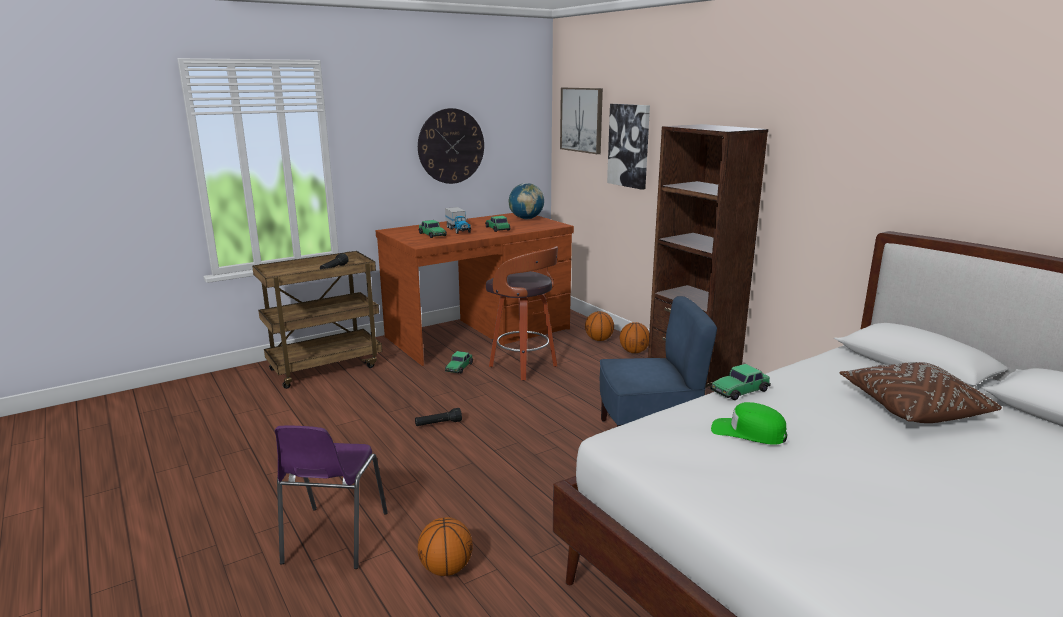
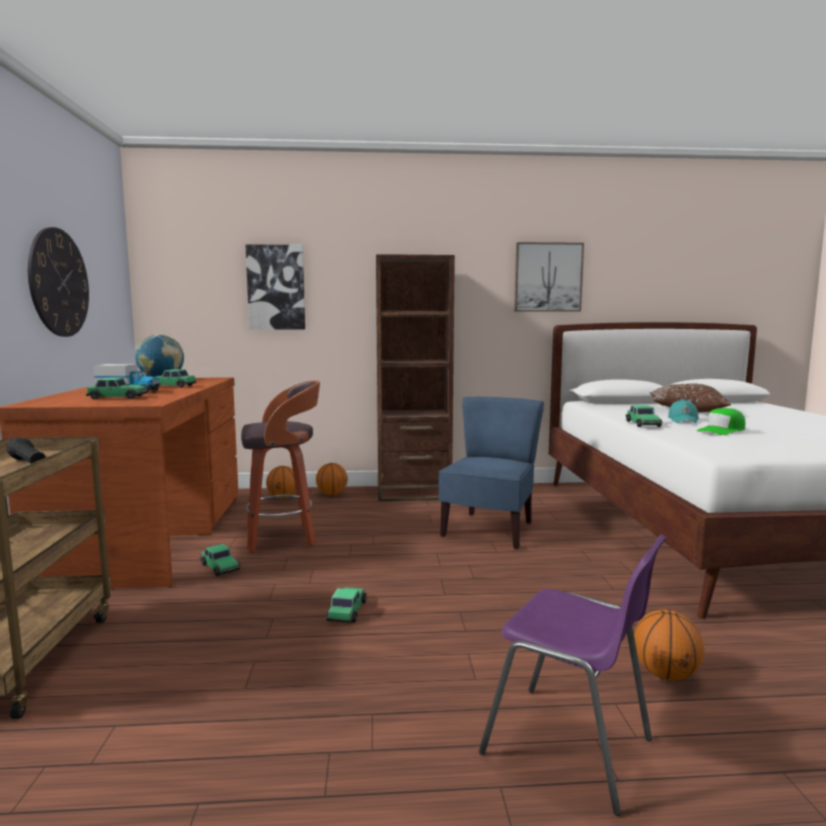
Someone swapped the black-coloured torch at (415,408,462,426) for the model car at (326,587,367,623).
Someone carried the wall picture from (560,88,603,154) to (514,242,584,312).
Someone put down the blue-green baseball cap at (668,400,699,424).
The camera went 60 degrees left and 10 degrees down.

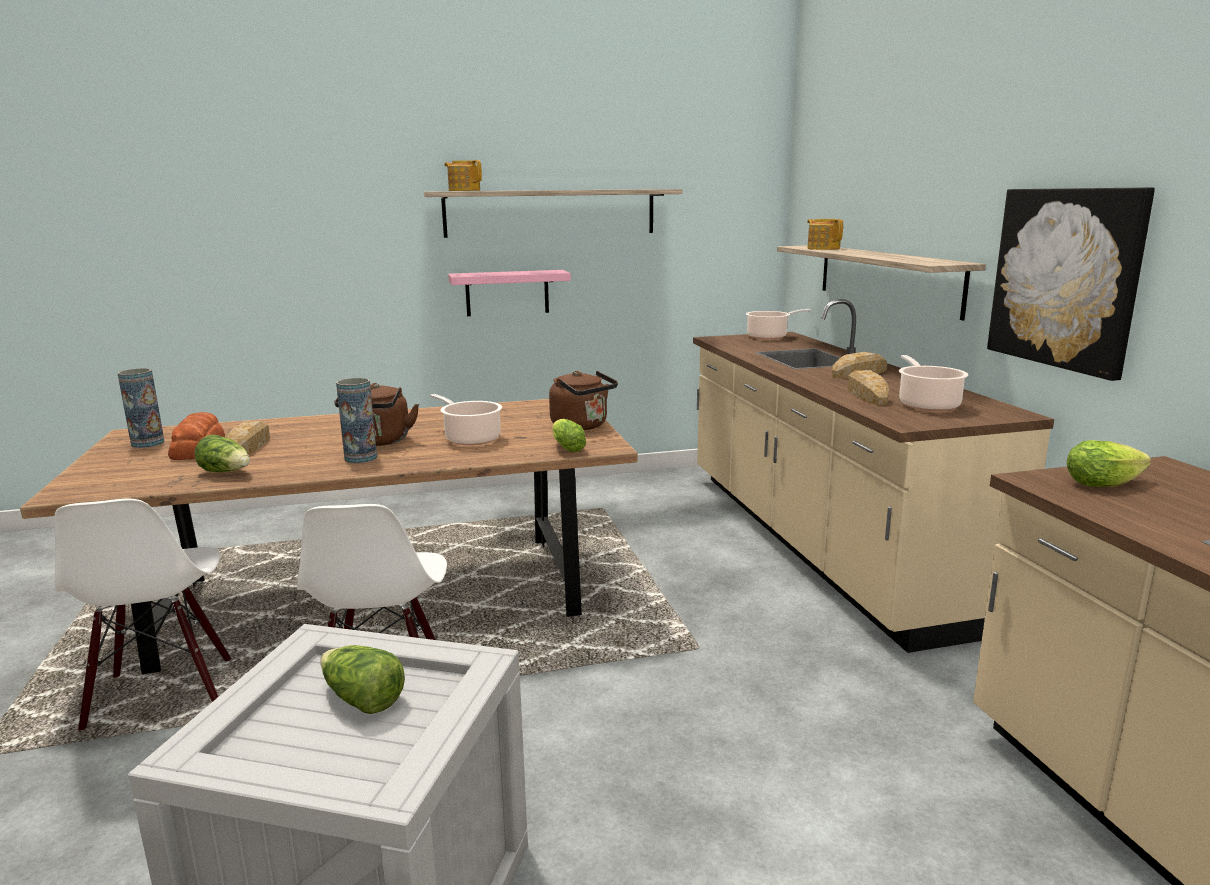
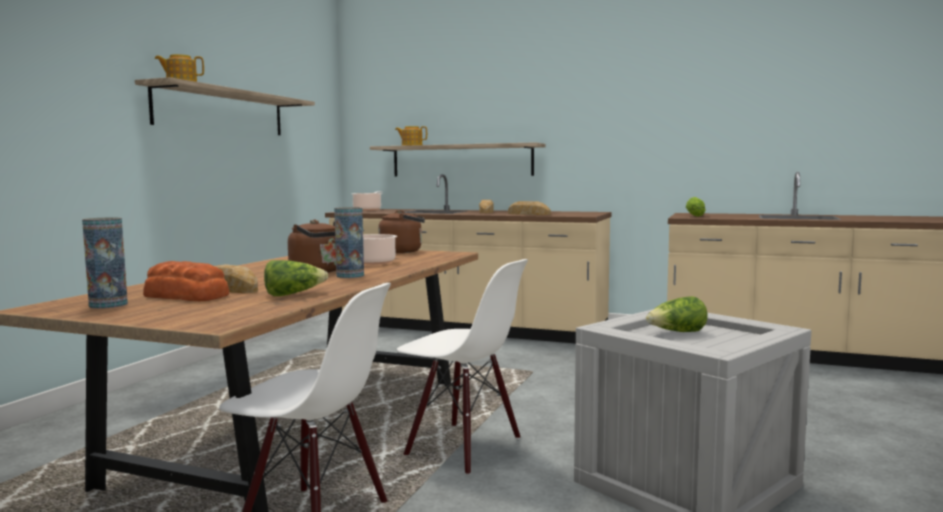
Someone took away the pink shelf at (448,270,571,316).
Someone took away the lettuce head at (552,419,586,452).
Someone took away the cooking pot at (899,355,968,411).
Someone took away the wall picture at (987,187,1155,381).
The camera went 55 degrees left and 10 degrees down.

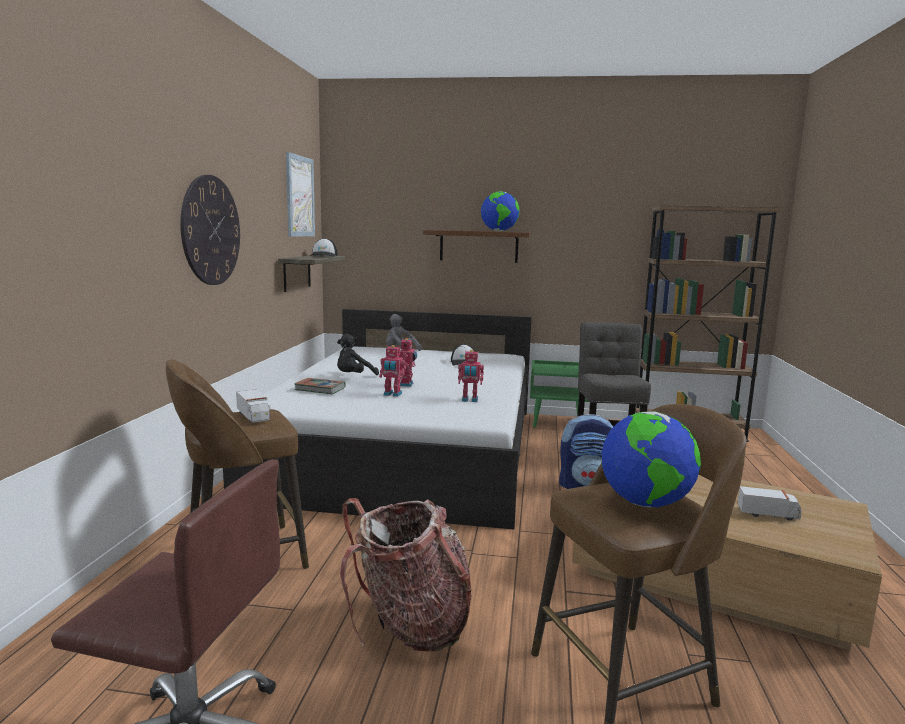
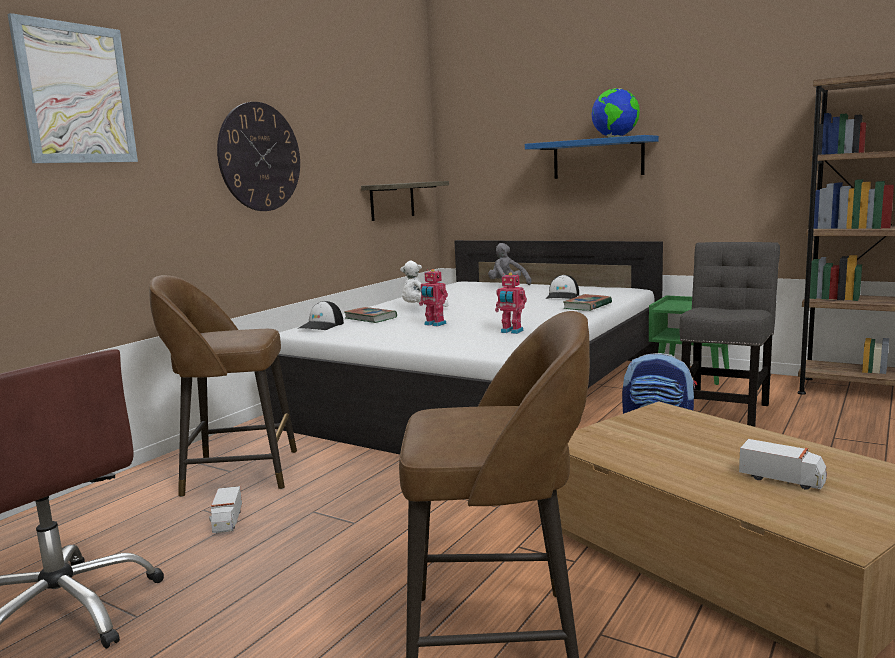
Someone carried the wall picture from (286,152,315,237) to (8,13,138,163).
Someone carried the toy lorry from (236,390,270,423) to (209,486,242,533).
Someone carried the baseball cap from (309,238,337,257) to (298,301,344,330).
Someone repainted the black-coloured plush toy at (337,333,379,375), which became the white-coloured plush toy at (400,261,449,307).
Someone repainted the brown-coloured shelf at (423,230,530,263), which became the blue shelf at (525,135,659,179).
Someone put down the book at (563,294,612,311).
Someone took away the rucksack at (340,498,472,651).
Someone took away the model robot at (398,338,417,387).
Someone took away the world globe at (602,411,701,507).
The camera went 25 degrees right and 0 degrees up.

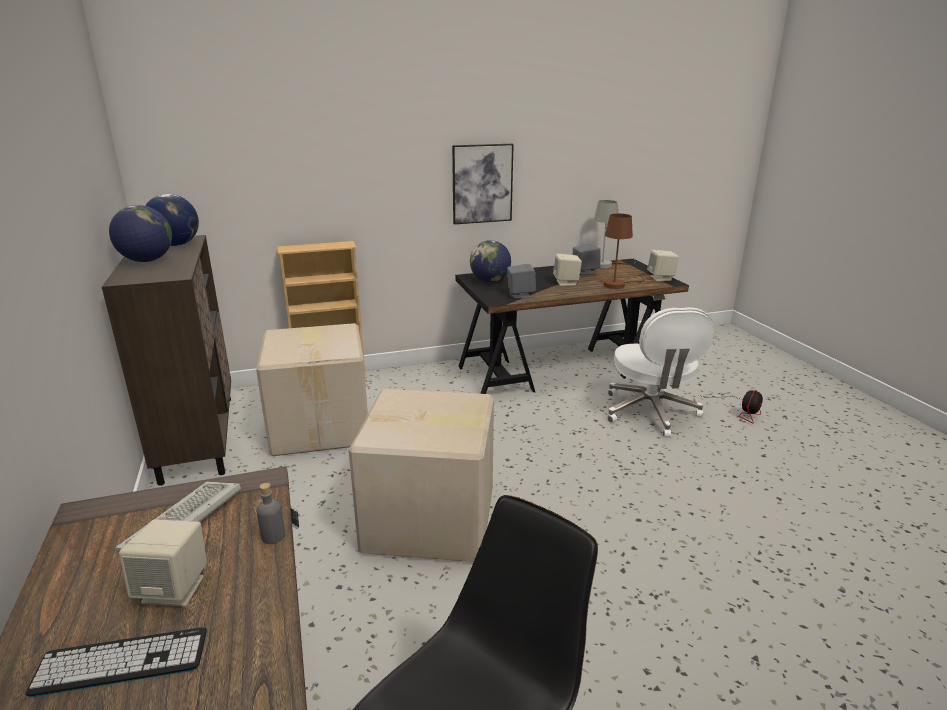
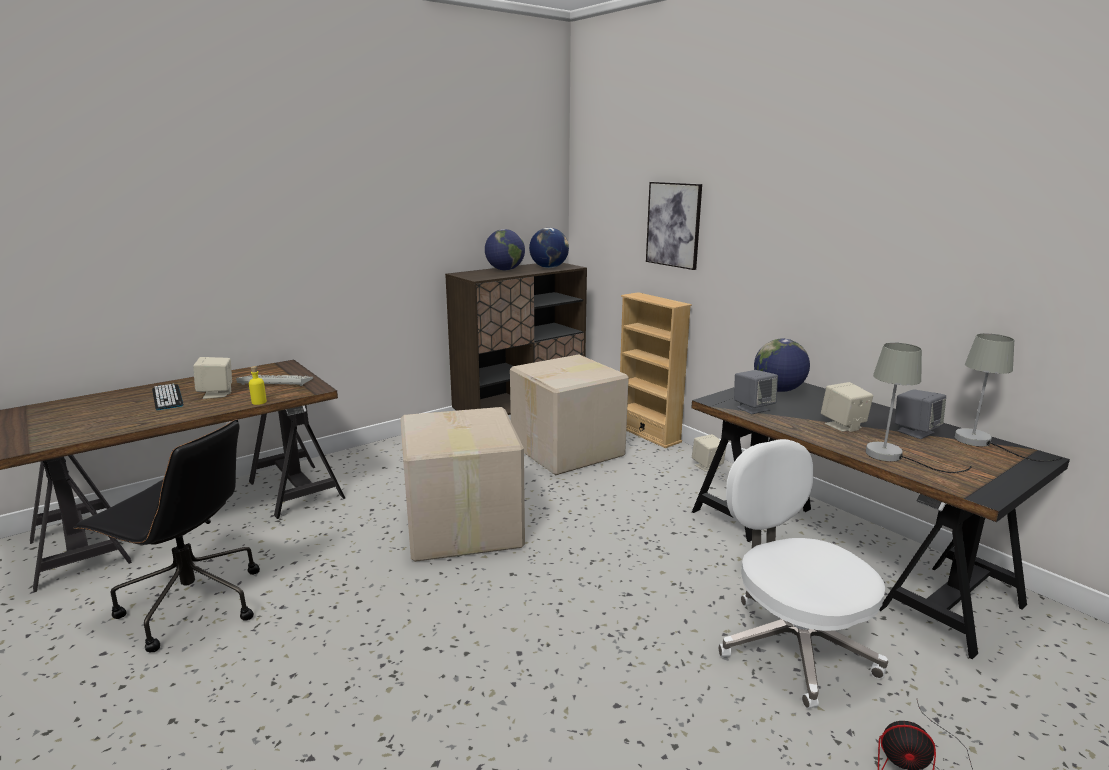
Someone repainted the greyish bottle at (256,483,285,544), which became the yellow-coloured bottle at (249,366,267,405).
Someone carried the wall picture from (452,144,514,224) to (646,182,702,270).
Someone carried the sand-coloured loudspeaker from (647,250,679,281) to (692,434,726,472).
Someone rotated the white-coloured computer chair at (607,307,714,438) by 90 degrees clockwise.
Someone repainted the brown-coloured lamp for a table at (604,214,644,289), which became the greyish lamp for a table at (866,343,972,473).
The camera went 70 degrees right and 5 degrees down.

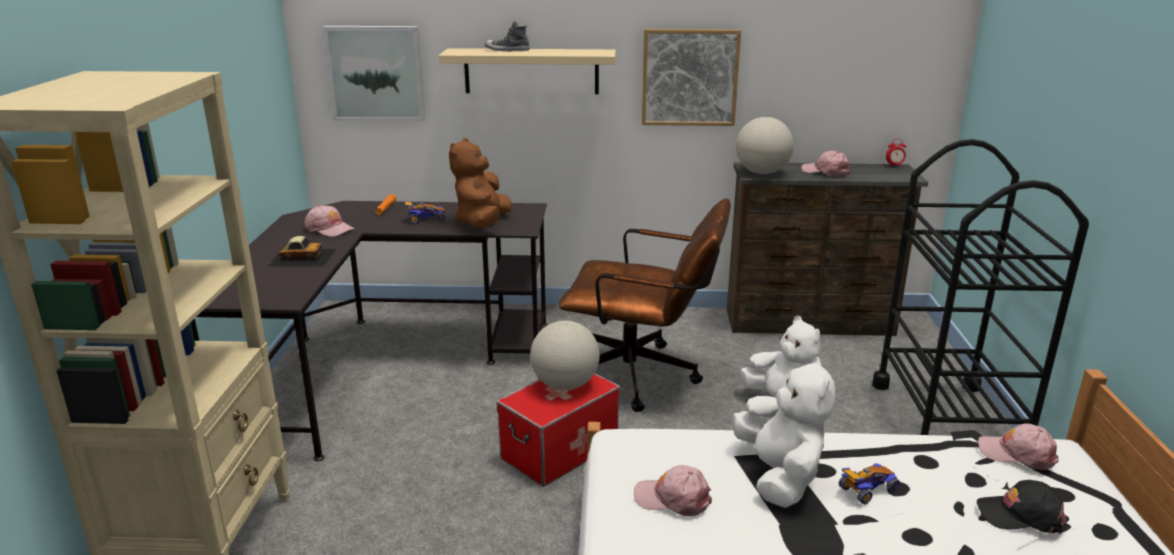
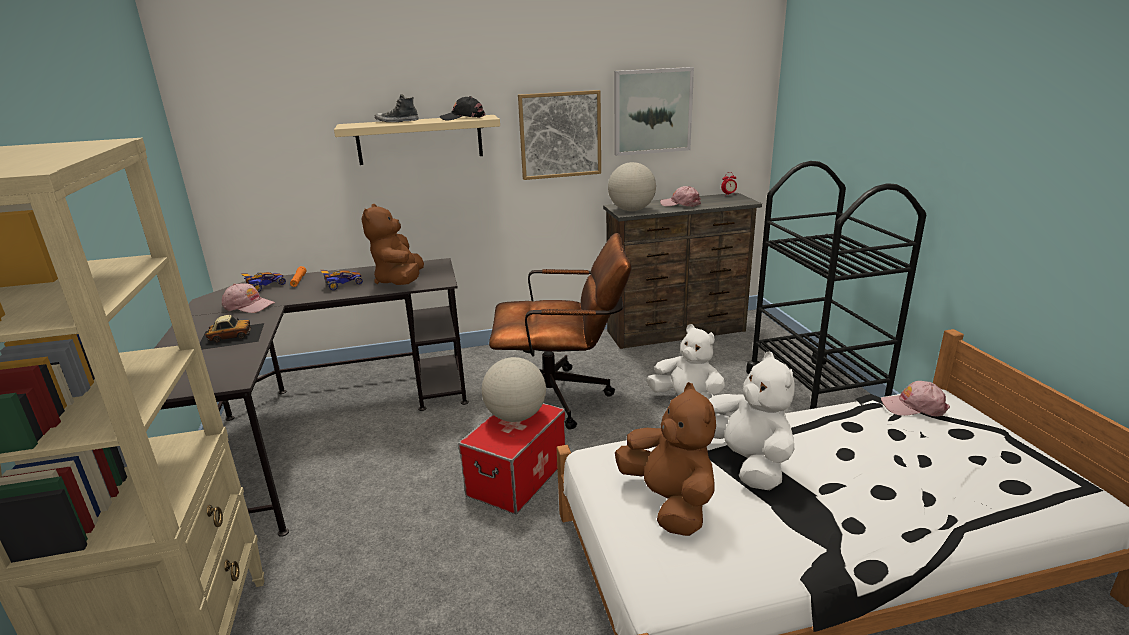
Someone carried the model car from (839,463,900,504) to (241,272,286,292).
Someone carried the black-coloured baseball cap from (976,480,1069,533) to (440,96,485,121).
Someone carried the wall picture from (322,26,425,122) to (614,67,694,156).
Someone swapped the pink baseball cap at (634,465,712,516) for the brown-coloured plush toy at (615,382,716,536).
The camera went 15 degrees left and 0 degrees up.

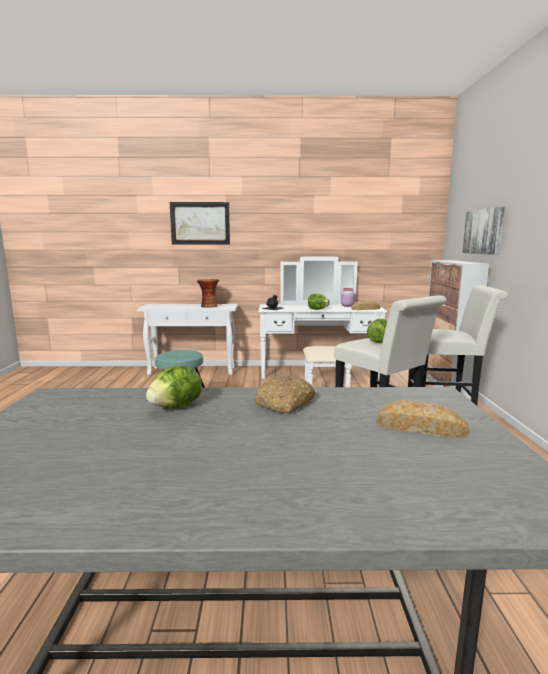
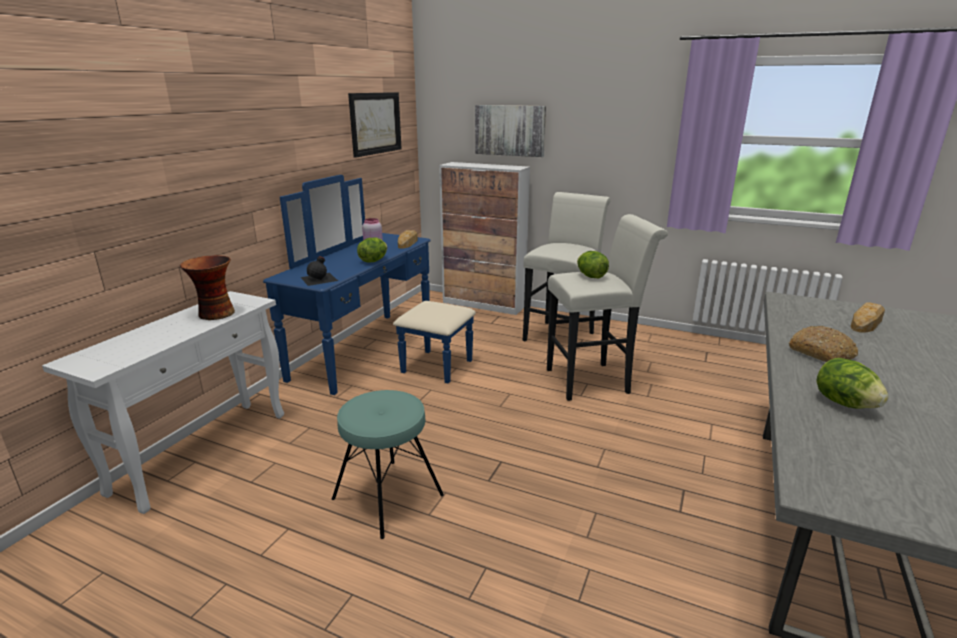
Someone repainted the white-coloured dresser at (258,257,387,387), which became the blue dresser at (263,175,476,395).
Someone carried the wall picture from (170,202,230,244) to (348,92,402,157).
The camera went 65 degrees left and 10 degrees up.

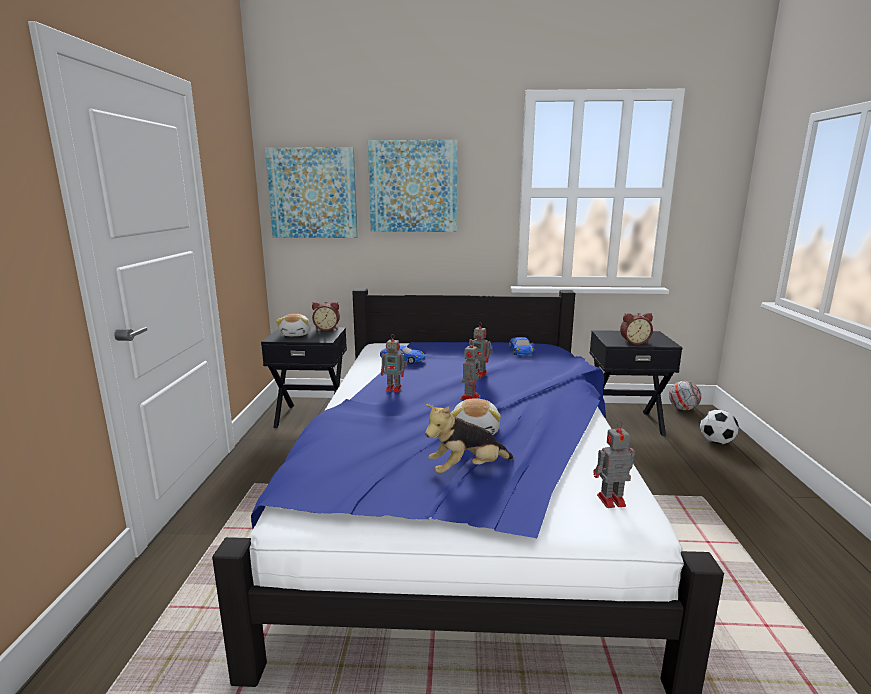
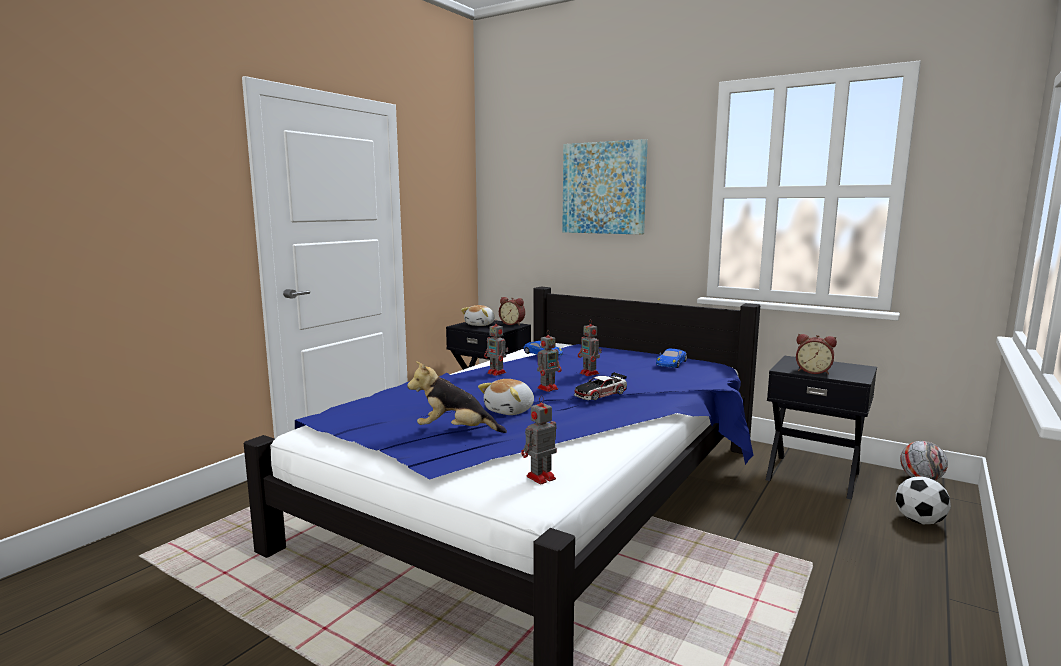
Someone rotated the model robot at (593,421,634,508) by 60 degrees counterclockwise.
Someone put down the model car at (574,372,627,400).
Someone took away the wall picture at (265,147,358,238).
The camera went 30 degrees right and 5 degrees down.

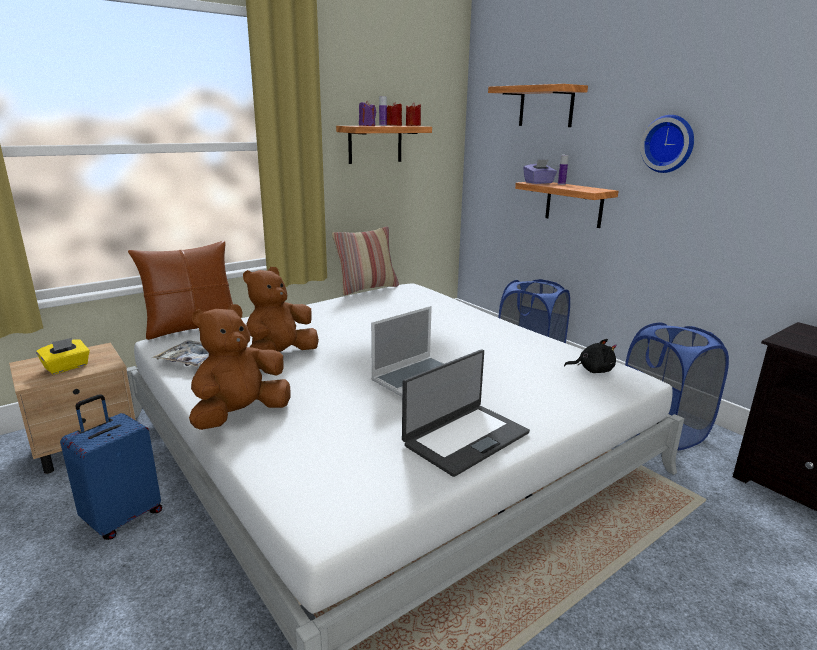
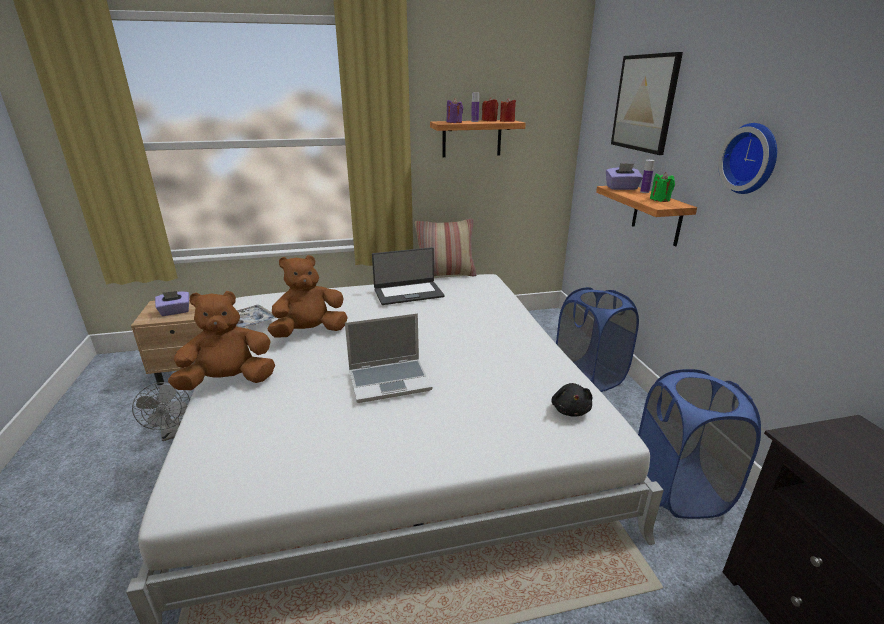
Someone swapped the blue piece of luggage at (60,394,162,540) for the greyish fan at (132,382,190,441).
Someone repainted the yellow-coloured box of tissues at (36,338,90,375), which became the purple box of tissues at (155,291,189,316).
Someone carried the notebook computer from (402,350,530,477) to (372,247,445,305).
Someone rotated the black-coloured plush toy at (564,339,617,373) by 60 degrees clockwise.
Someone swapped the shelf at (488,84,588,127) for the wall picture at (611,52,683,155).
Someone put down the green wax light at (650,172,675,202).
Someone took away the brown-coloured cushion at (128,240,233,340).
The camera went 25 degrees right and 5 degrees up.

